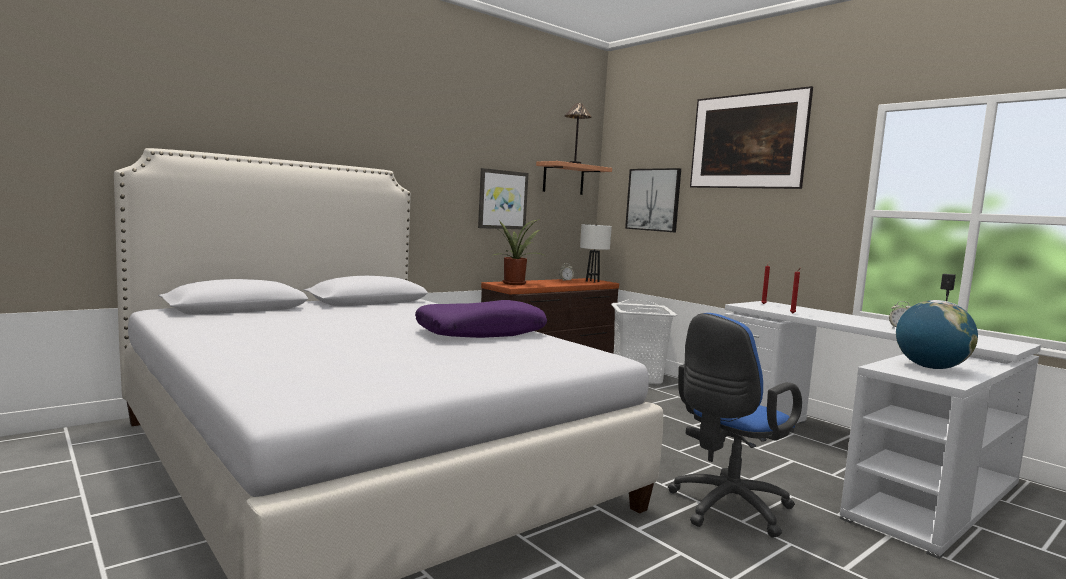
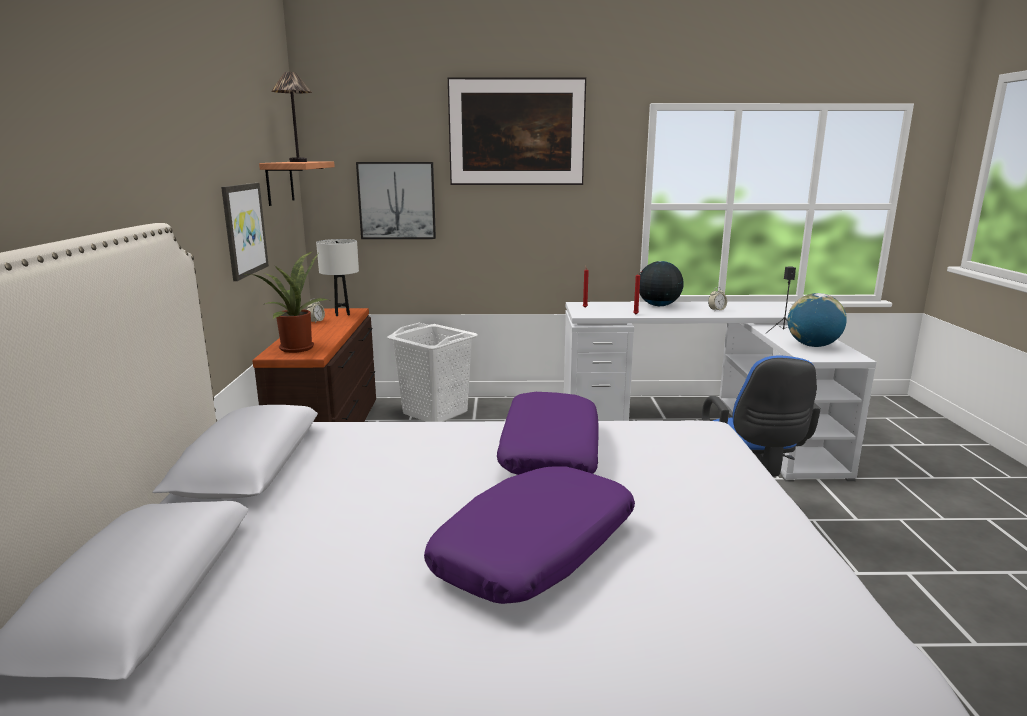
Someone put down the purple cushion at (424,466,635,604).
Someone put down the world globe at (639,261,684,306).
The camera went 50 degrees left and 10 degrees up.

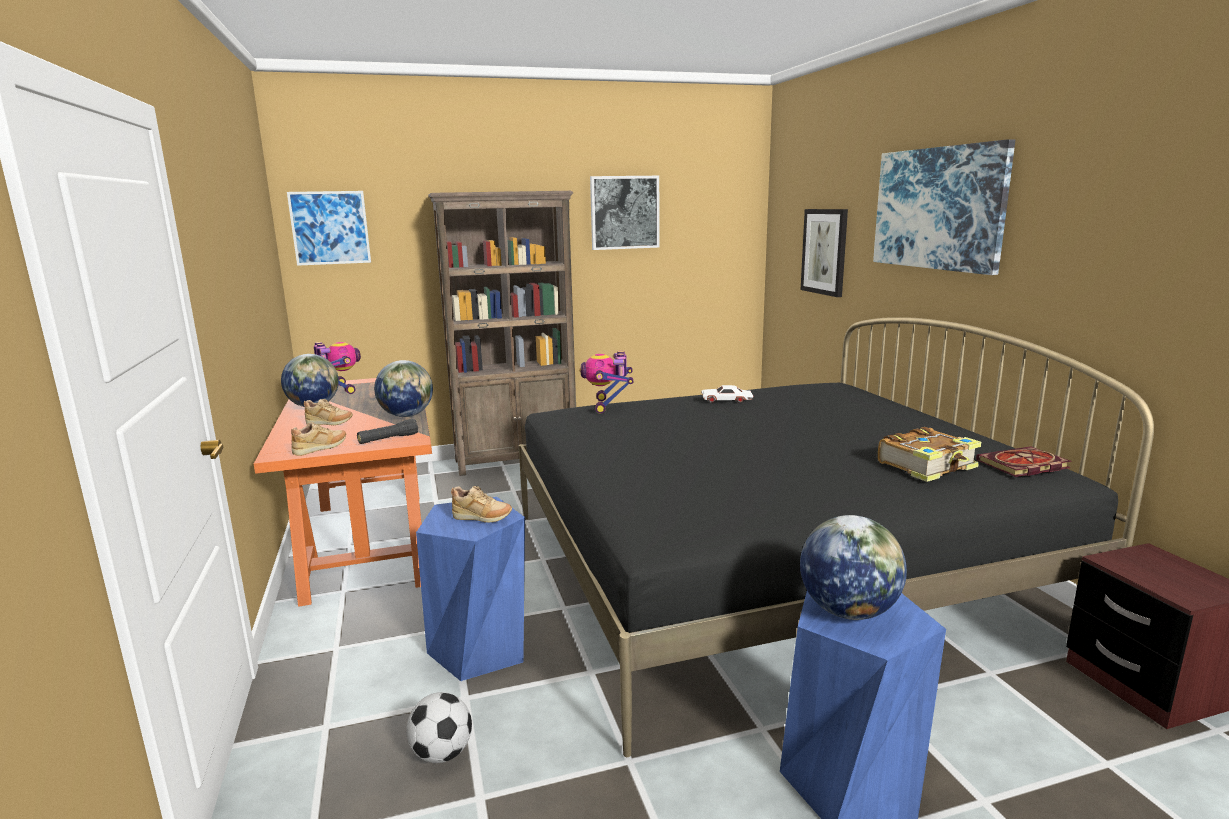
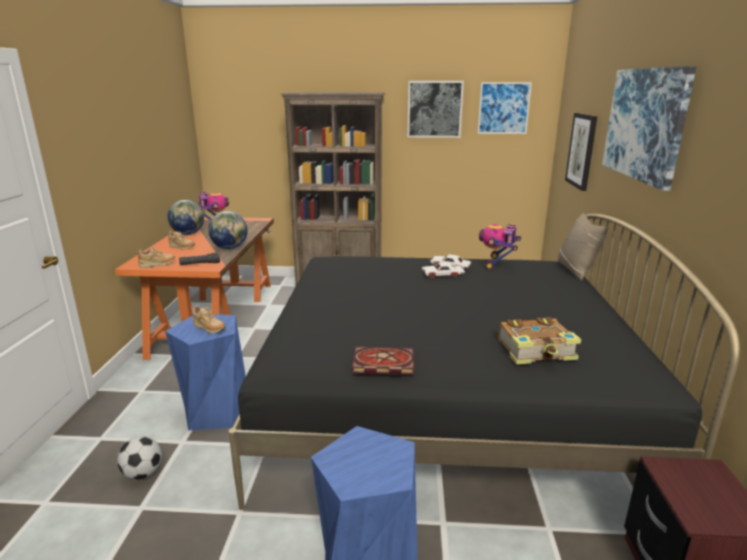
Someone carried the book from (976,446,1072,477) to (352,347,414,375).
Someone put down the white-coloured model car at (422,262,465,278).
Someone carried the wall picture from (287,191,371,266) to (477,82,532,134).
Someone carried the model robot from (579,351,633,414) to (479,224,521,269).
Someone put down the sand-coloured cushion at (558,213,609,281).
Someone took away the world globe at (800,515,907,620).
The camera went 20 degrees right and 5 degrees up.

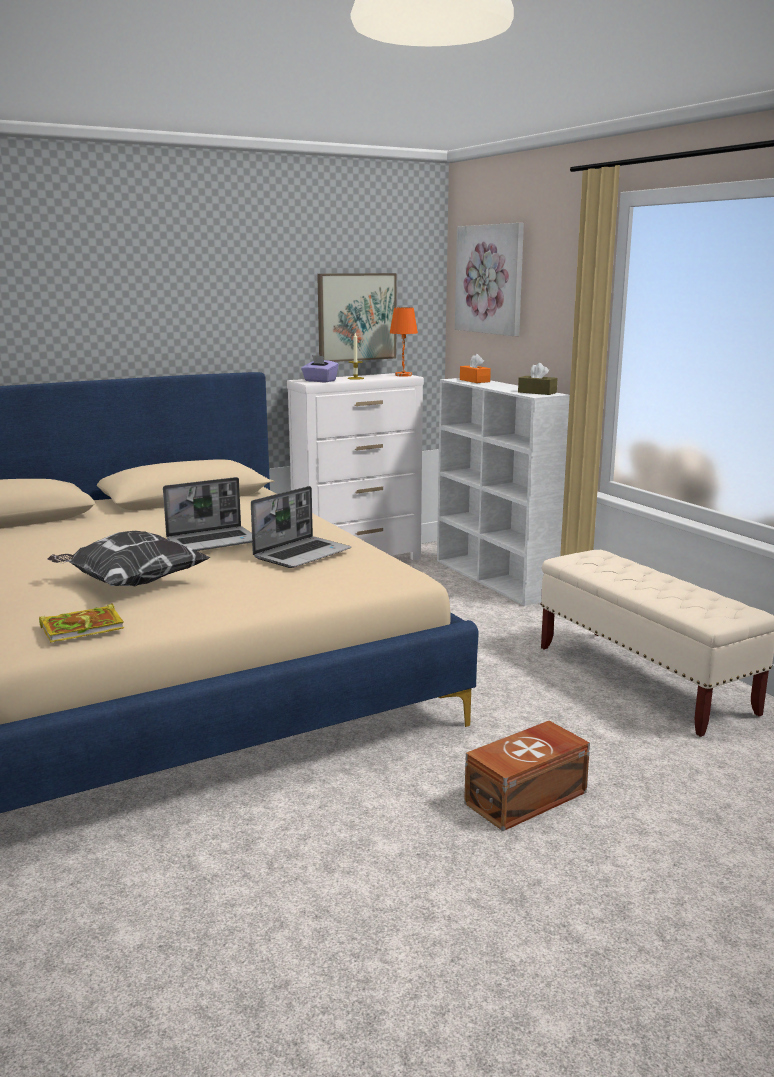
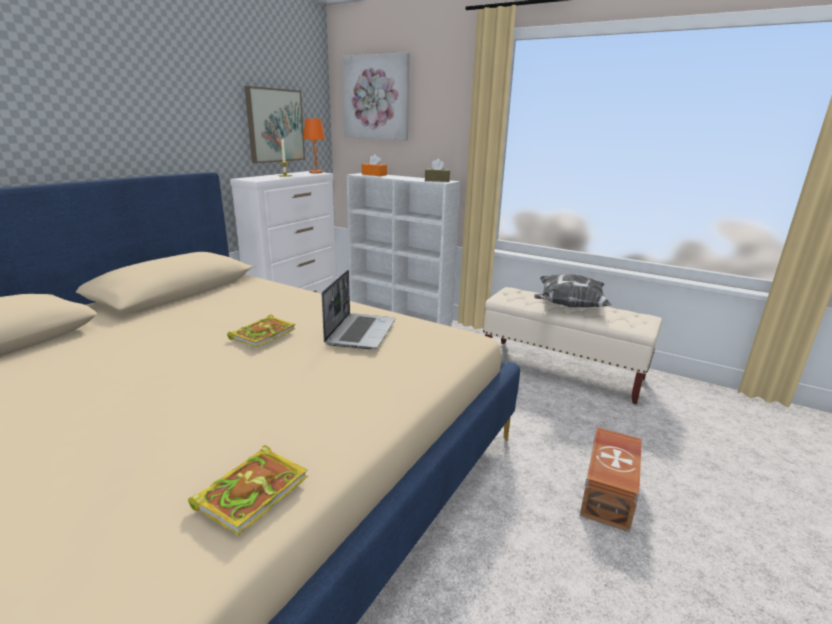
Someone swapped the notebook computer at (163,477,252,551) for the book at (227,314,296,348).
Someone carried the cushion from (48,530,211,586) to (534,274,611,307).
Someone took away the purple box of tissues at (301,355,339,382).
The camera went 30 degrees left and 5 degrees up.

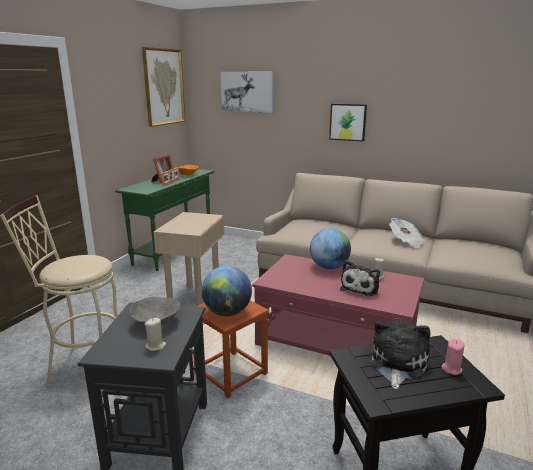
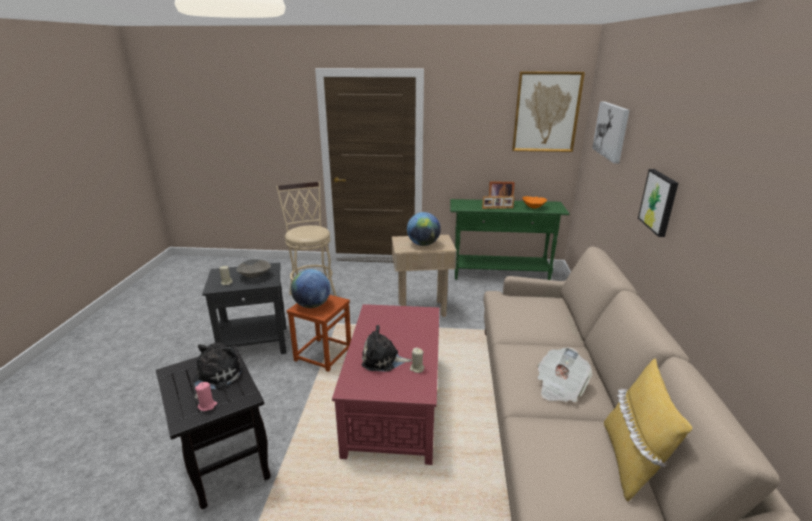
Someone rotated the plush toy at (371,320,430,389) by 75 degrees counterclockwise.
Someone carried the world globe from (310,228,351,269) to (407,212,441,246).
Someone put down the yellow-coloured cushion at (604,358,693,502).
The camera went 70 degrees right and 5 degrees up.

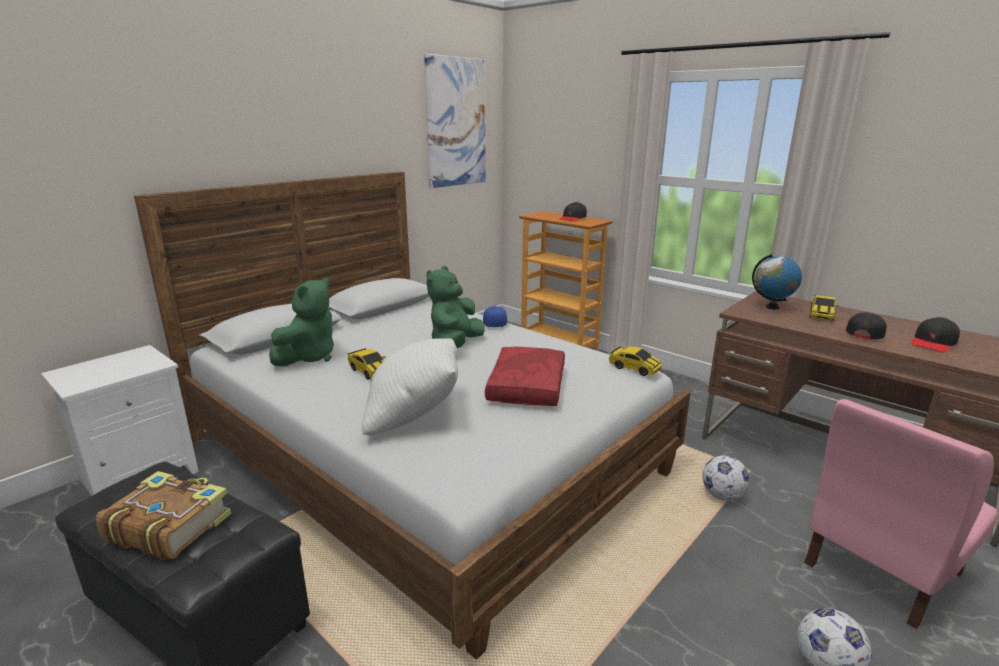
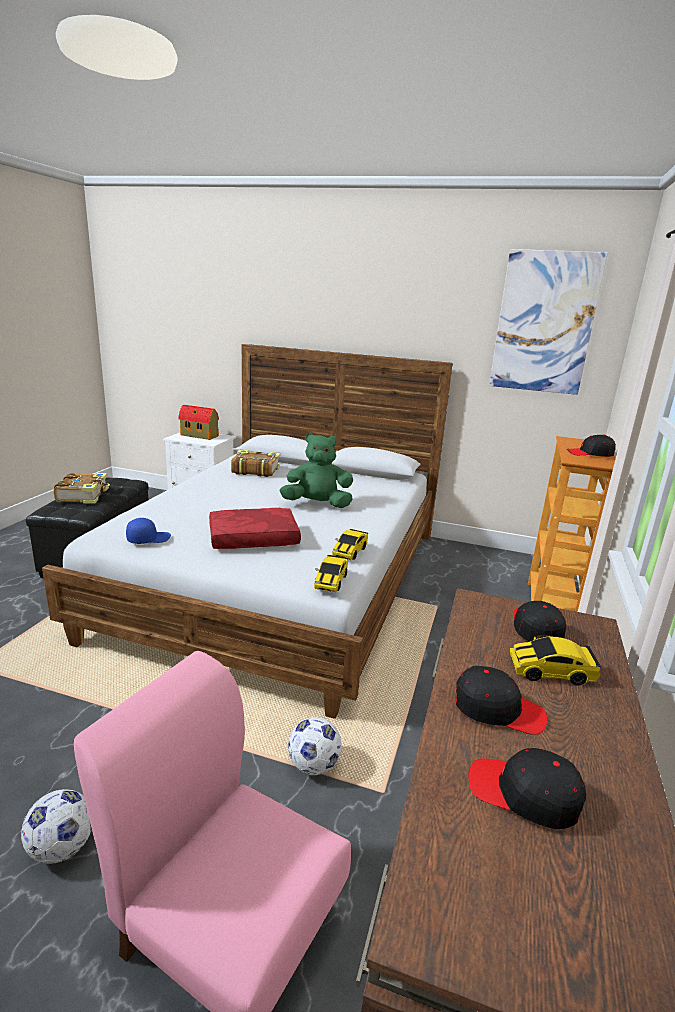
Someone carried the blue baseball cap from (483,306,507,327) to (126,518,171,544).
Someone put down the toy house at (178,405,219,440).
Someone swapped the green plush toy at (269,278,334,366) for the book at (231,450,280,477).
Someone carried the model car from (347,348,386,379) to (332,529,368,560).
Someone swapped the world globe at (752,254,802,309) for the black-coloured baseball cap at (513,601,566,642).
Someone took away the white-coloured cushion at (362,338,458,436).
The camera went 65 degrees right and 0 degrees up.

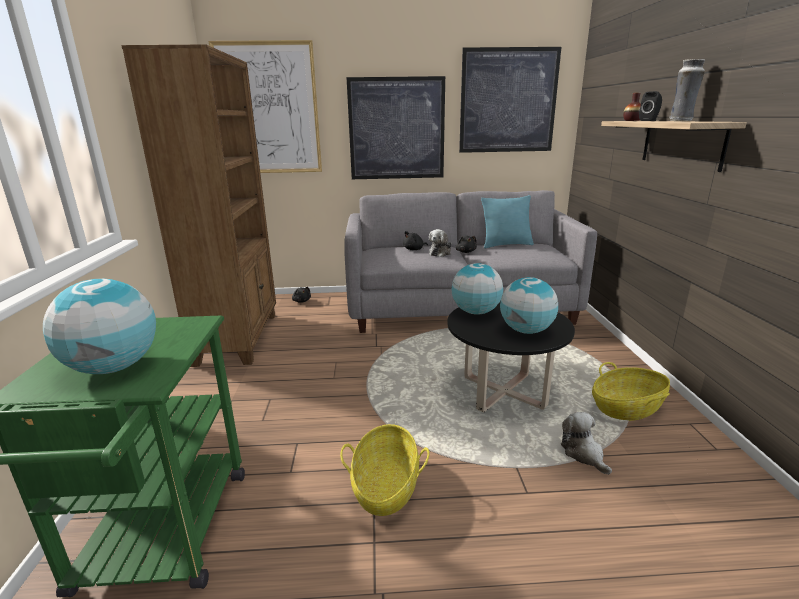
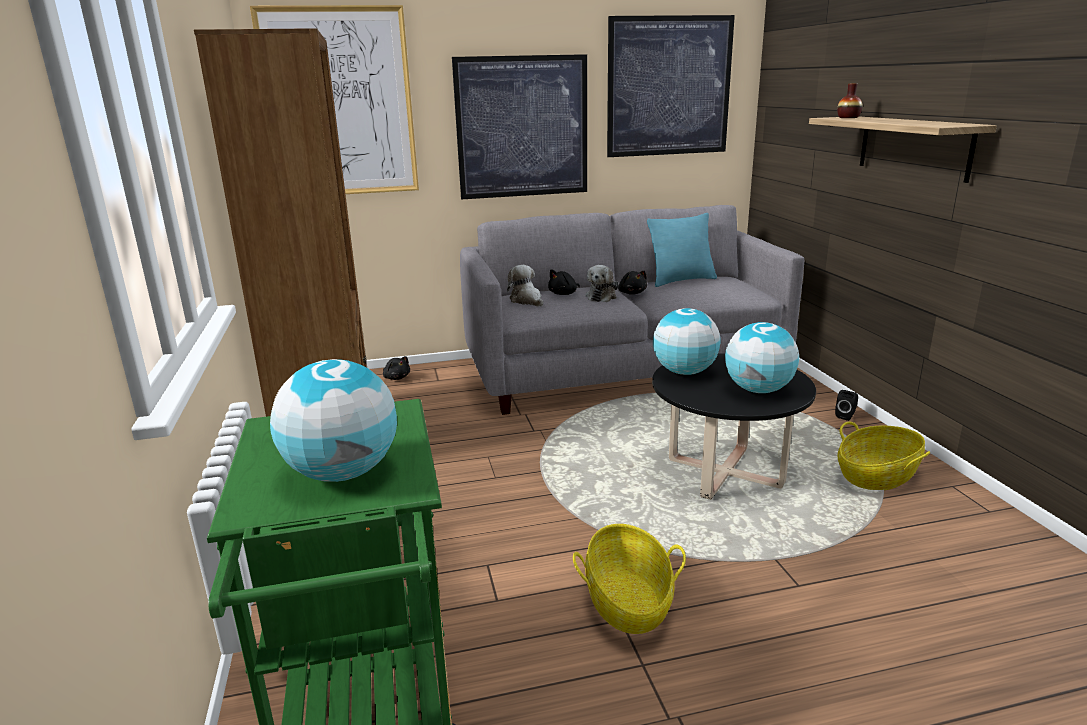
Someone carried the plush toy from (561,412,612,475) to (507,265,543,307).
Someone carried the black-coloured loudspeaker from (639,91,662,121) to (835,390,858,421).
Someone took away the decorative vase at (669,59,705,121).
The camera went 10 degrees left and 0 degrees up.

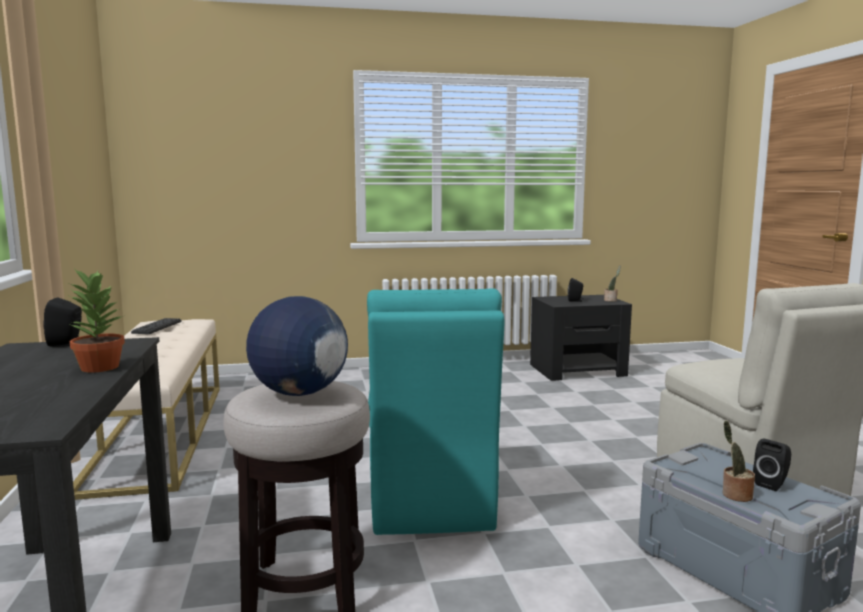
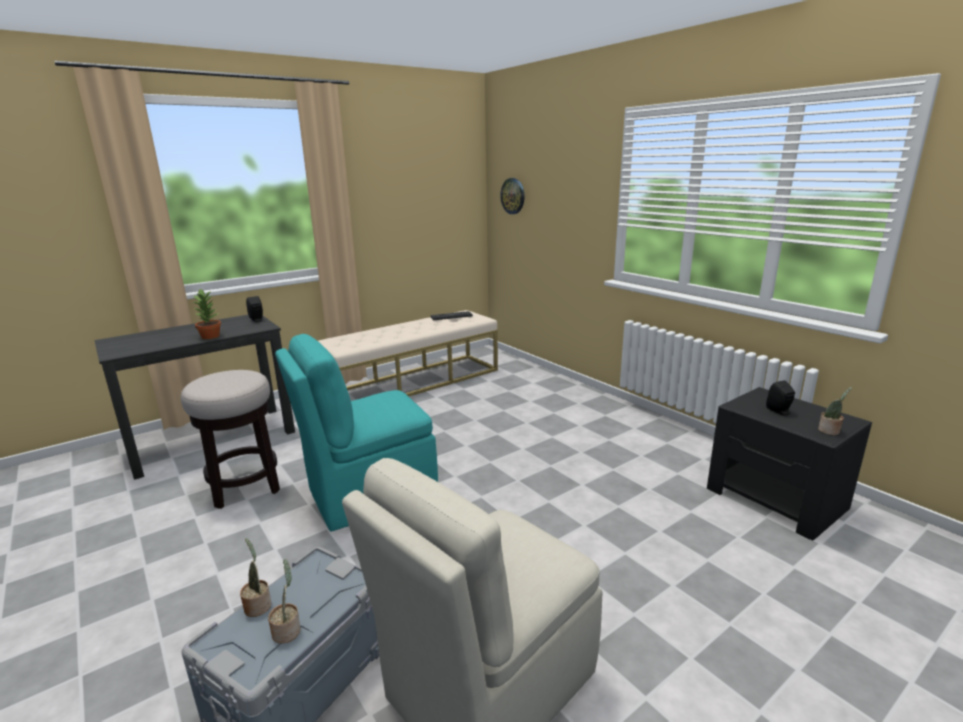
Someone swapped the black-coloured loudspeaker at (753,439,791,491) for the potted plant at (268,559,301,644).
Someone put up the hanging clock at (500,178,525,214).
Someone took away the world globe at (246,296,348,396).
The camera went 65 degrees right and 10 degrees up.

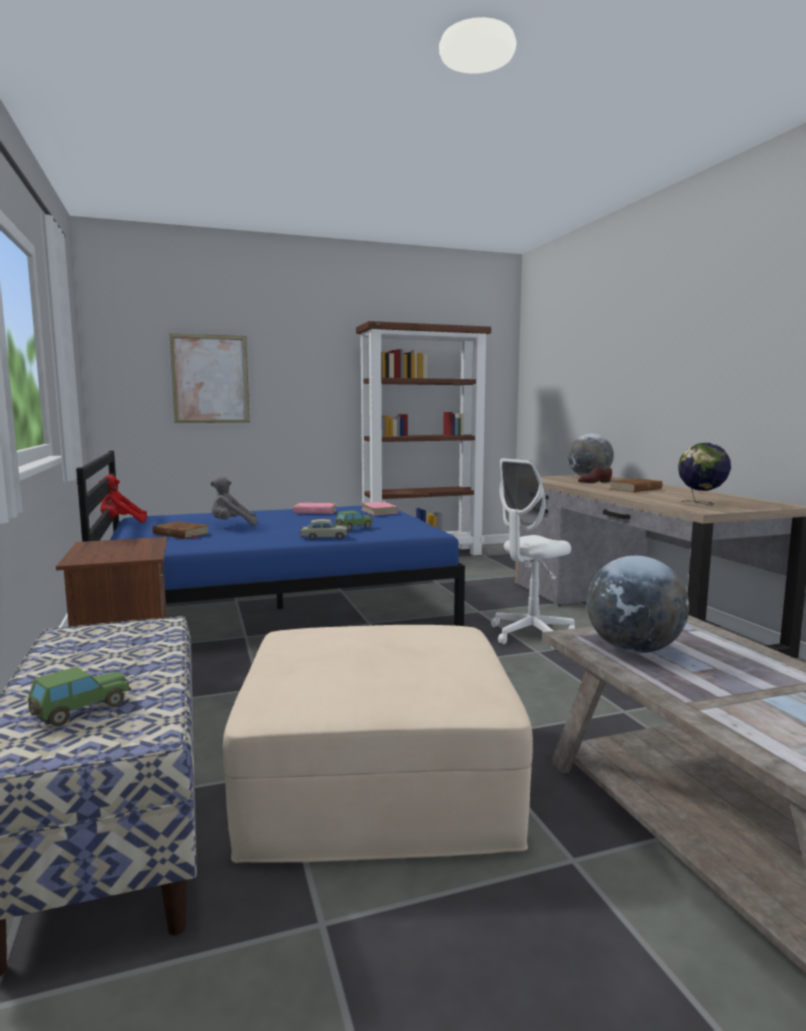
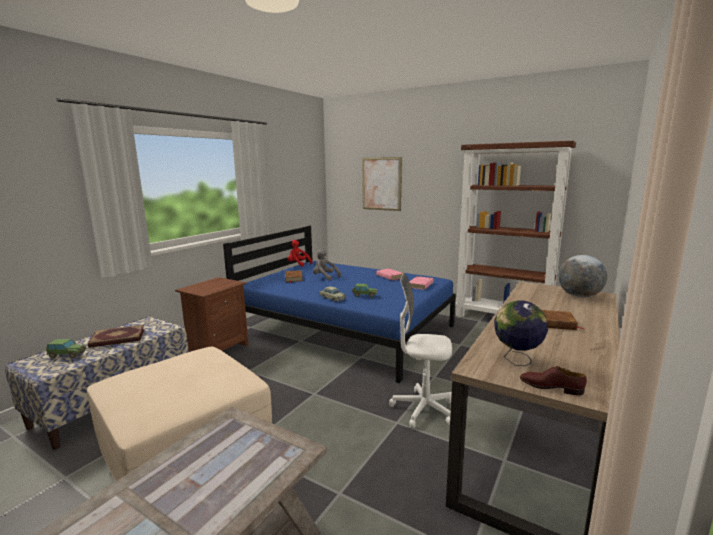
Someone put down the book at (88,325,145,348).
Someone carried the brown-coloured item of footwear from (578,467,612,483) to (520,366,587,396).
Someone took away the world globe at (586,556,689,653).
The camera went 50 degrees right and 5 degrees up.

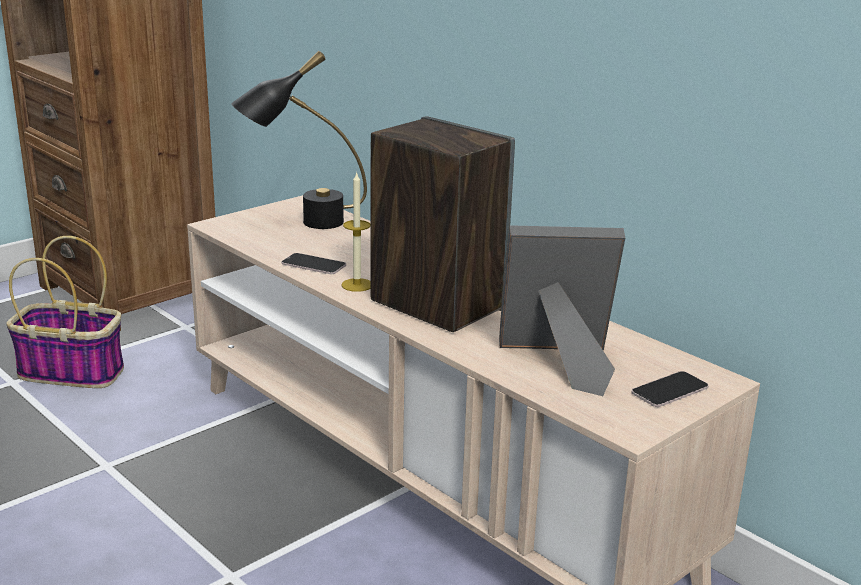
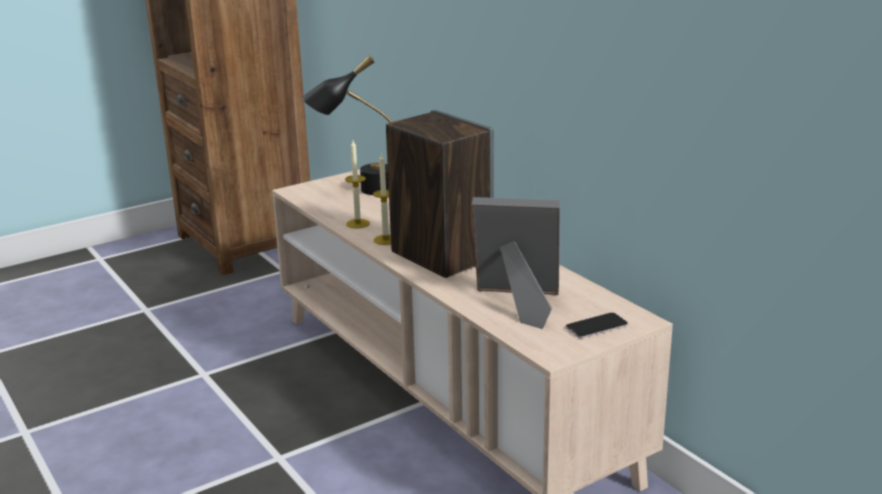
Someone swapped the phone at (282,253,346,274) for the wax light at (345,140,370,228).
Someone took away the storage basket at (6,236,124,388).
The camera went 10 degrees right and 0 degrees up.

